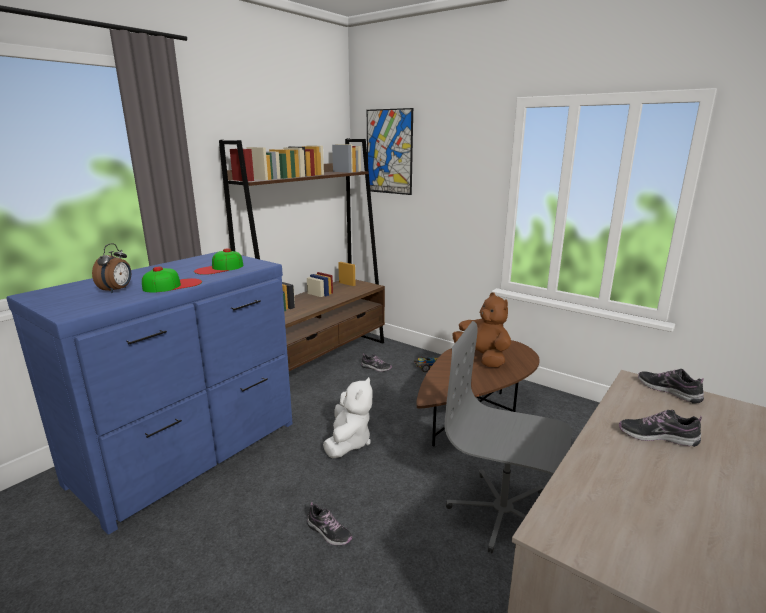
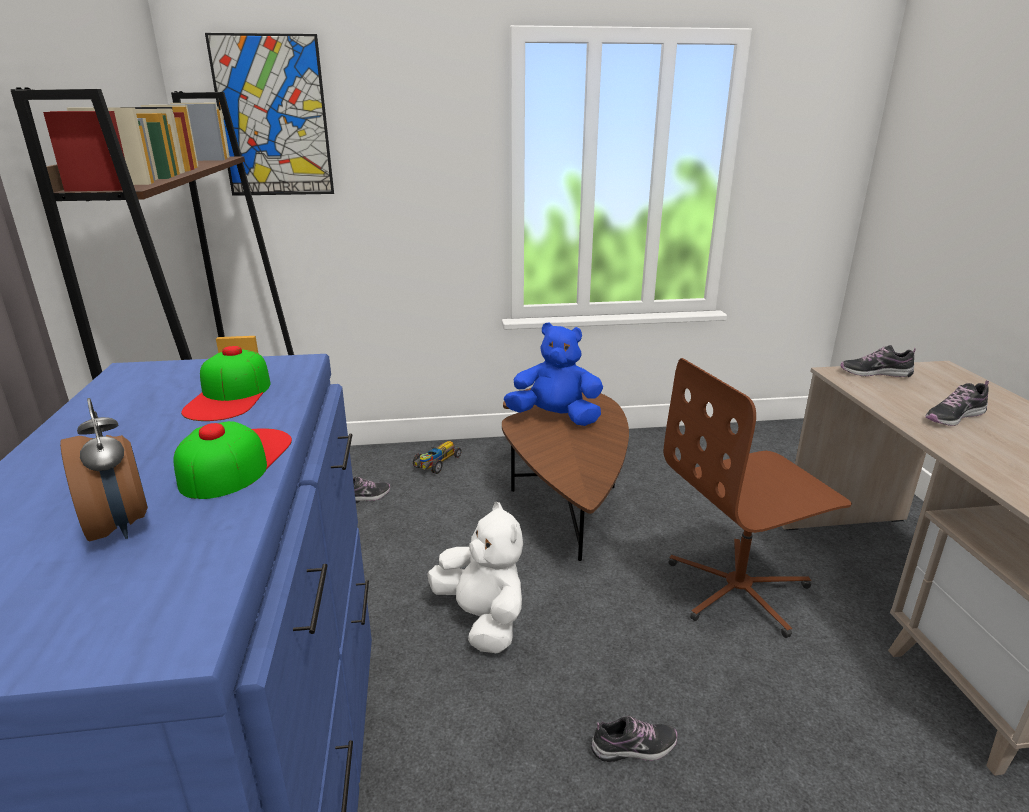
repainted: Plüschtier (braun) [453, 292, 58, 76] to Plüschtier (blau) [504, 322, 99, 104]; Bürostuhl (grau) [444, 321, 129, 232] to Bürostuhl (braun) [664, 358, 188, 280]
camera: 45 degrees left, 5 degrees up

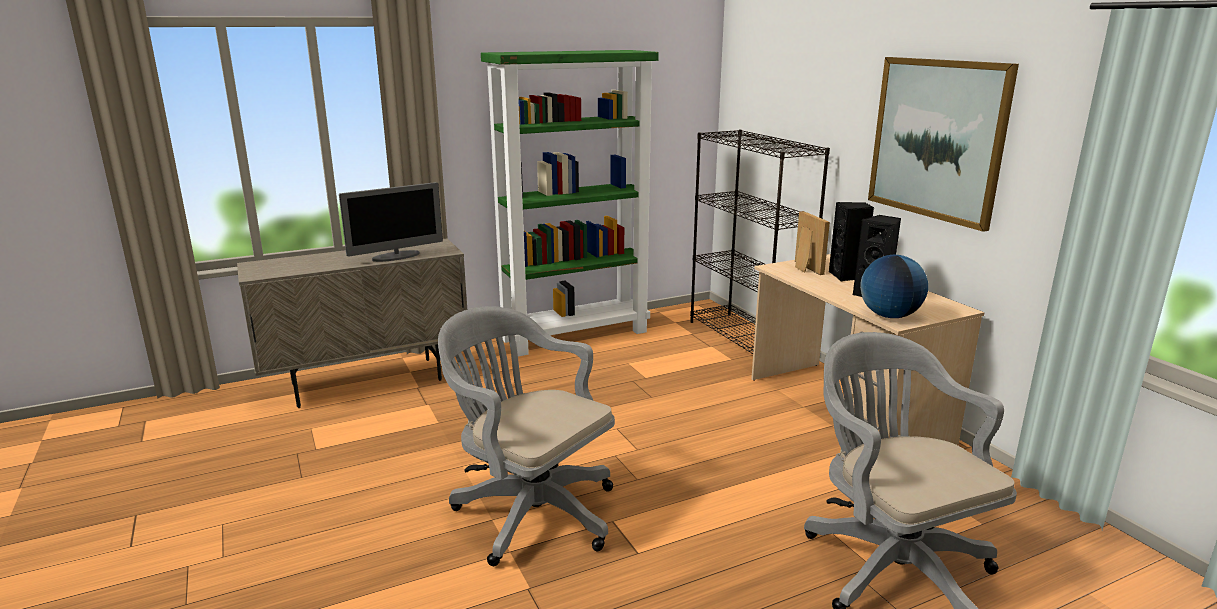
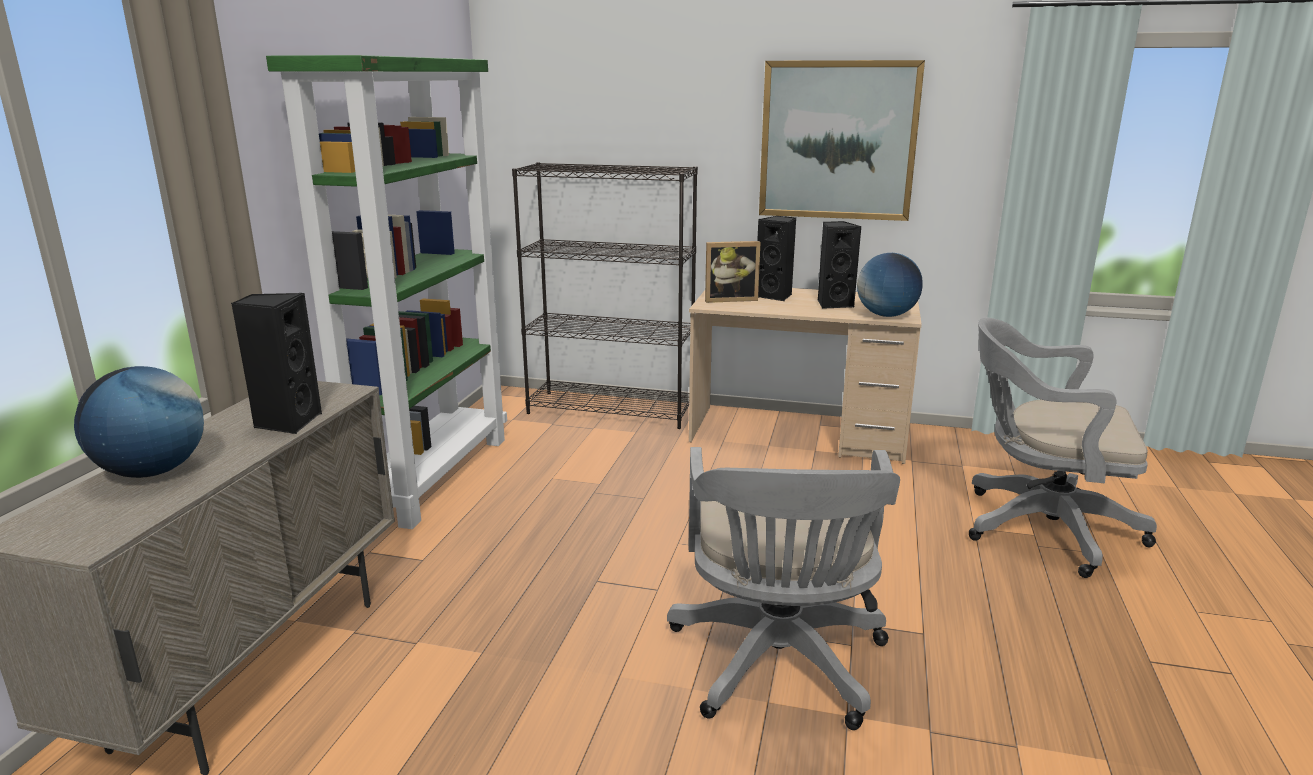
new: Globus [74, 366, 130, 112]
swapped: Monitor [339, 182, 104, 80] to Lautsprecher (schwarz) [231, 293, 91, 141]
rotated: Bürostuhl (grau) [438, 306, 177, 260] = [667, 447, 233, 283] 75 degrees counterclockwise; Bilderrahmen [795, 211, 35, 64] = [705, 241, 55, 62] 150 degrees clockwise
camera: 50 degrees left, 0 degrees up

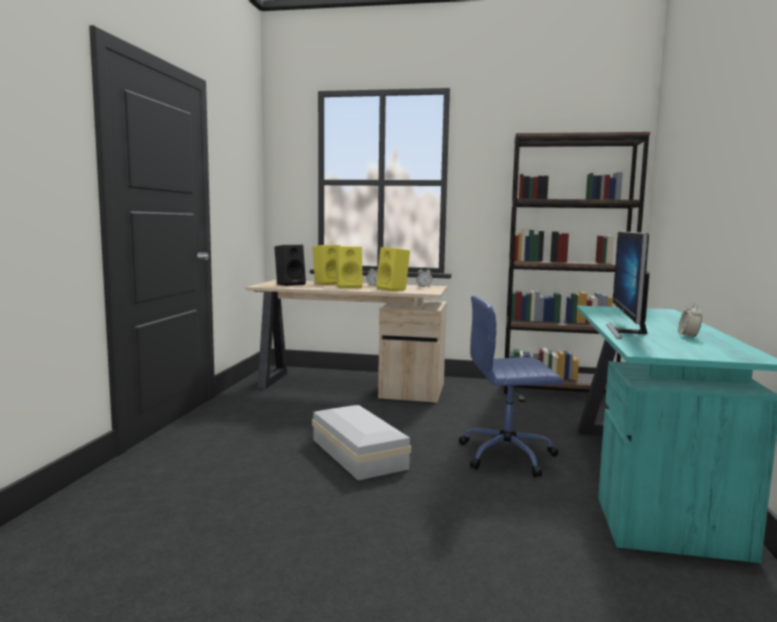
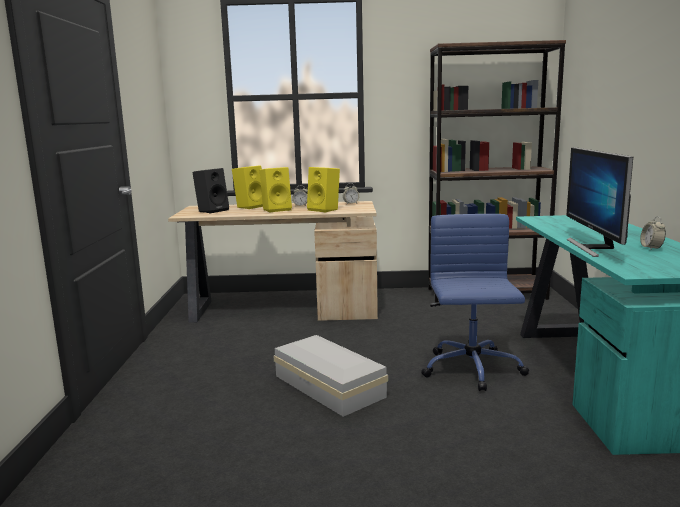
rotated: Bürostuhl (blau) [459, 296, 104, 181] = [421, 214, 108, 177] 105 degrees clockwise
camera: 10 degrees left, 5 degrees up

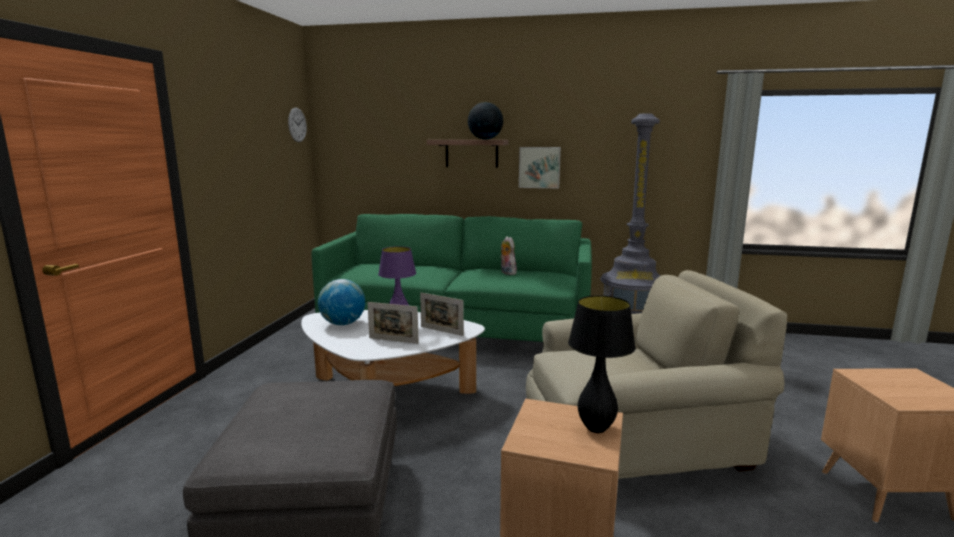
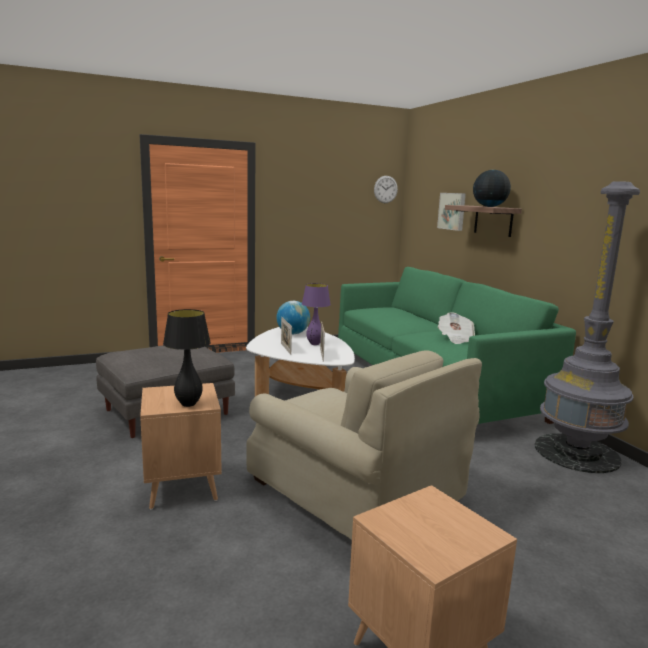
shifted: Bild [519, 147, 42, 42] to [437, 193, 29, 38]
swapped: Plüschtier [500, 236, 17, 39] to Zeitung [438, 312, 37, 32]
camera: 55 degrees right, 0 degrees up

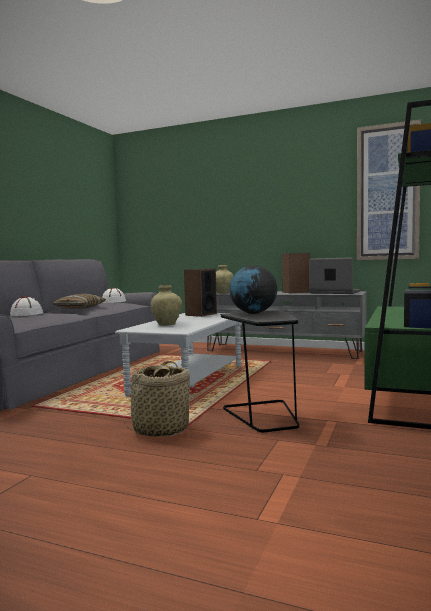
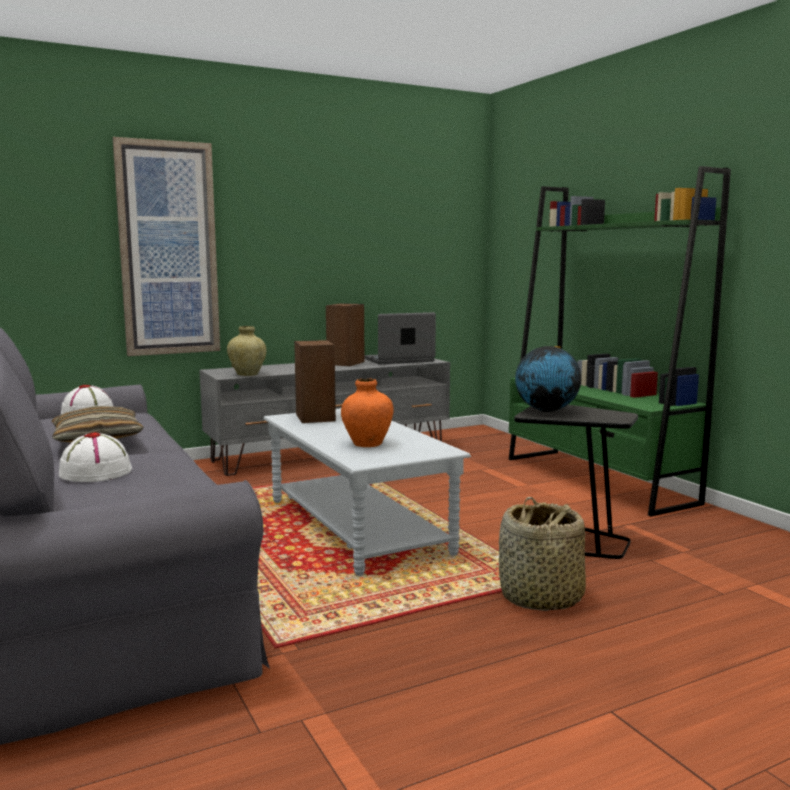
shifted: Bild [357, 119, 64, 141] to [113, 137, 107, 219]
repainted: Vase (beige) [150, 285, 32, 41] to Vase (orange) [341, 379, 53, 68]
camera: 50 degrees left, 5 degrees up

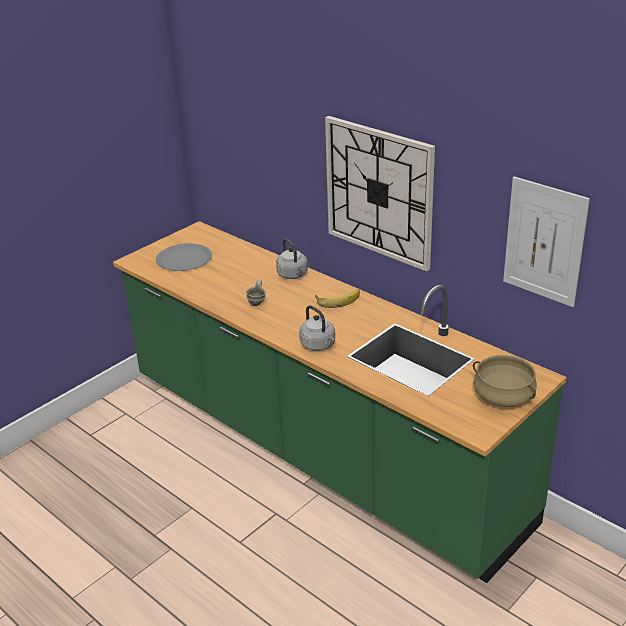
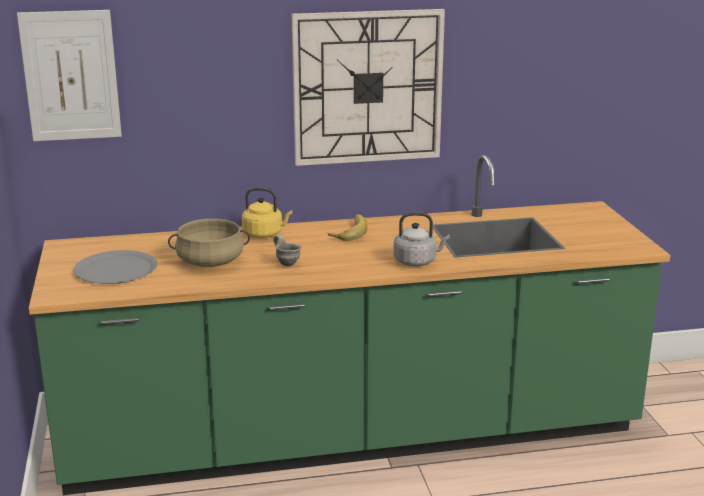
shifted: Bild [503, 177, 87, 130] to [17, 10, 105, 131]; Kochtopf (beige) [473, 355, 64, 52] to [168, 219, 82, 48]
repainted: Wasserkessel (grau) [276, 238, 32, 41] to Wasserkessel (gelb) [242, 187, 50, 51]
camera: 55 degrees left, 10 degrees down

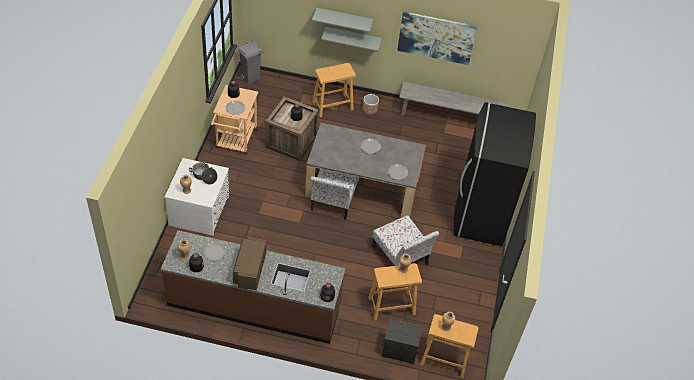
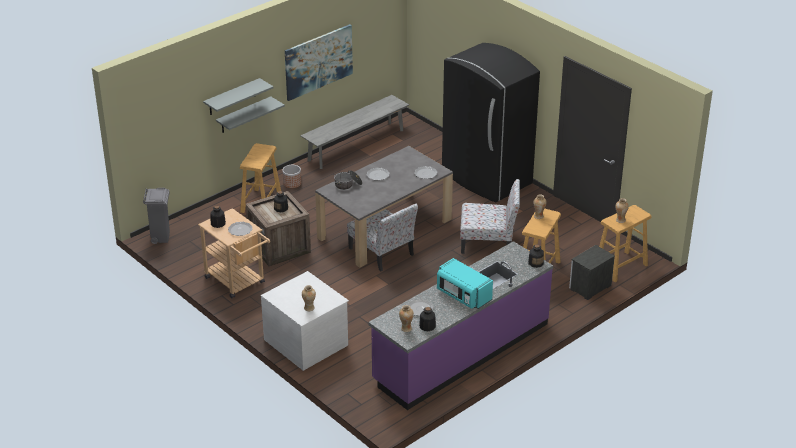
shifted: Kochtopf [189, 162, 29, 23] to [334, 170, 28, 20]
repainted: Küchenzeile (braun) [161, 230, 184, 114] to Küchenzeile (lila) [368, 241, 185, 169]; Mikrowelle (braun) [233, 237, 33, 53] to Mikrowelle (türkis) [437, 258, 56, 51]
camera: 50 degrees left, 15 degrees down

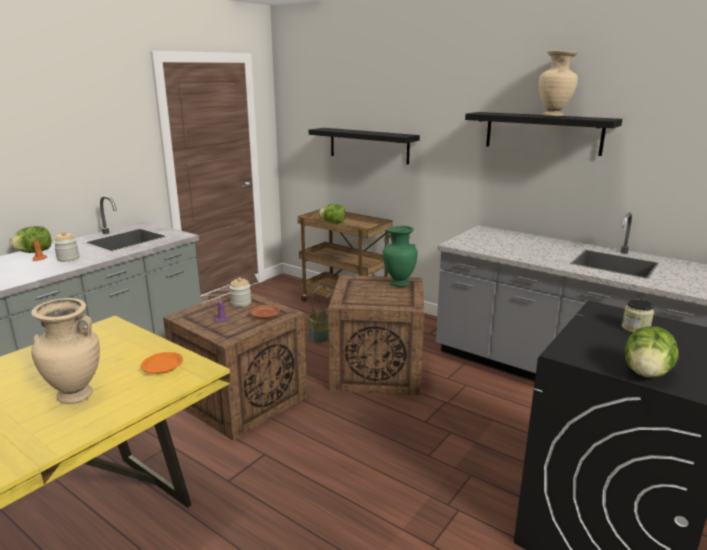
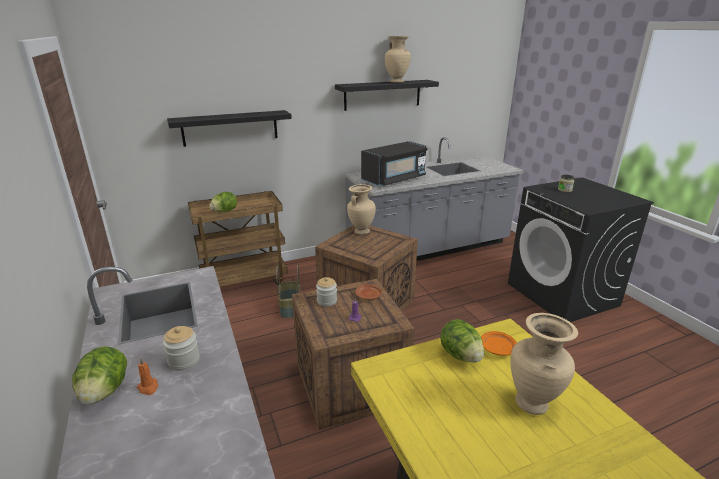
new: Mikrowelle (schwarz) [361, 141, 66, 45]
shifted: Salatkopf [625, 326, 54, 52] to [440, 319, 44, 44]
repainted: Vase (grün) [383, 226, 35, 61] to Vase (beige) [347, 184, 29, 51]
camera: 60 degrees left, 5 degrees up

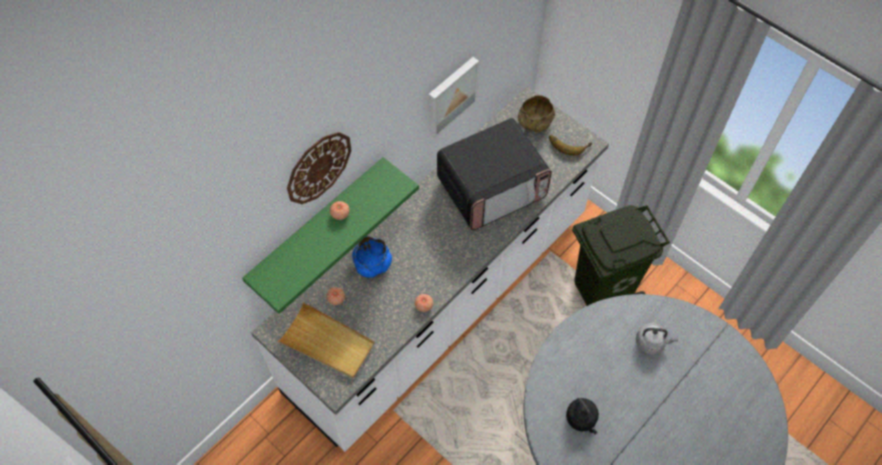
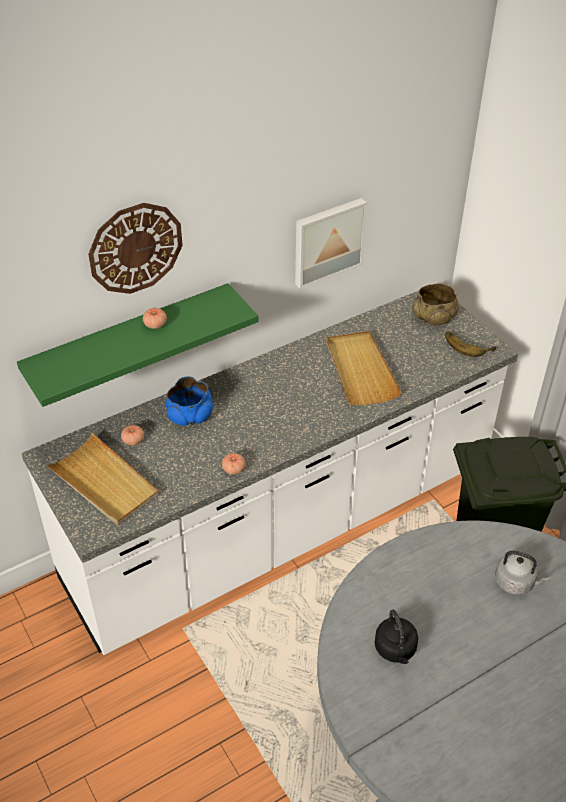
swapped: Mikrowelle [437, 118, 115, 112] to Tablett (beige) [326, 331, 76, 75]
camera: 15 degrees right, 15 degrees down

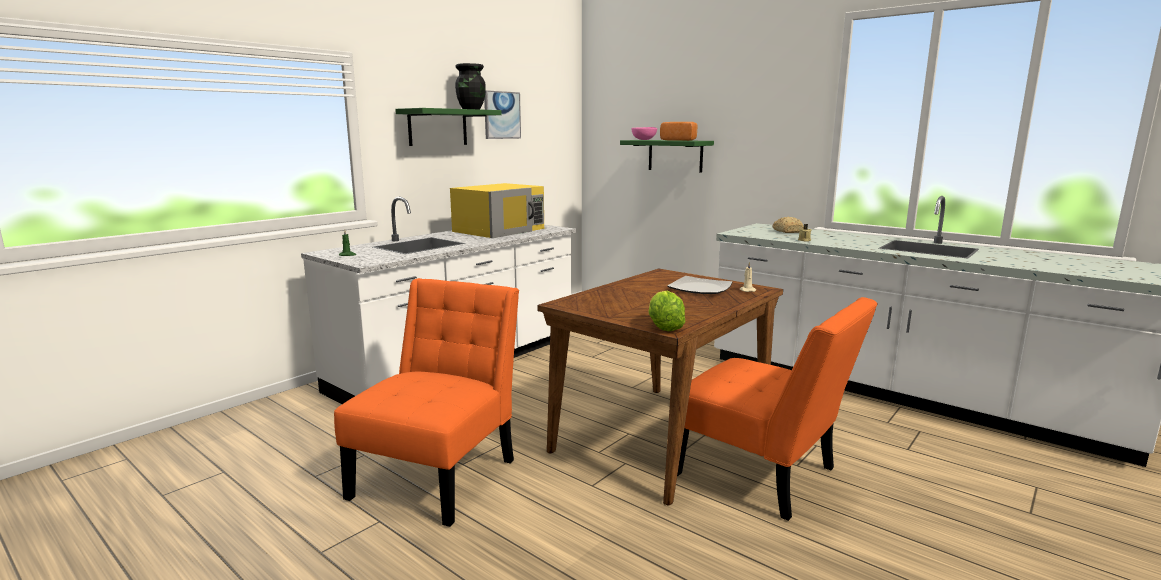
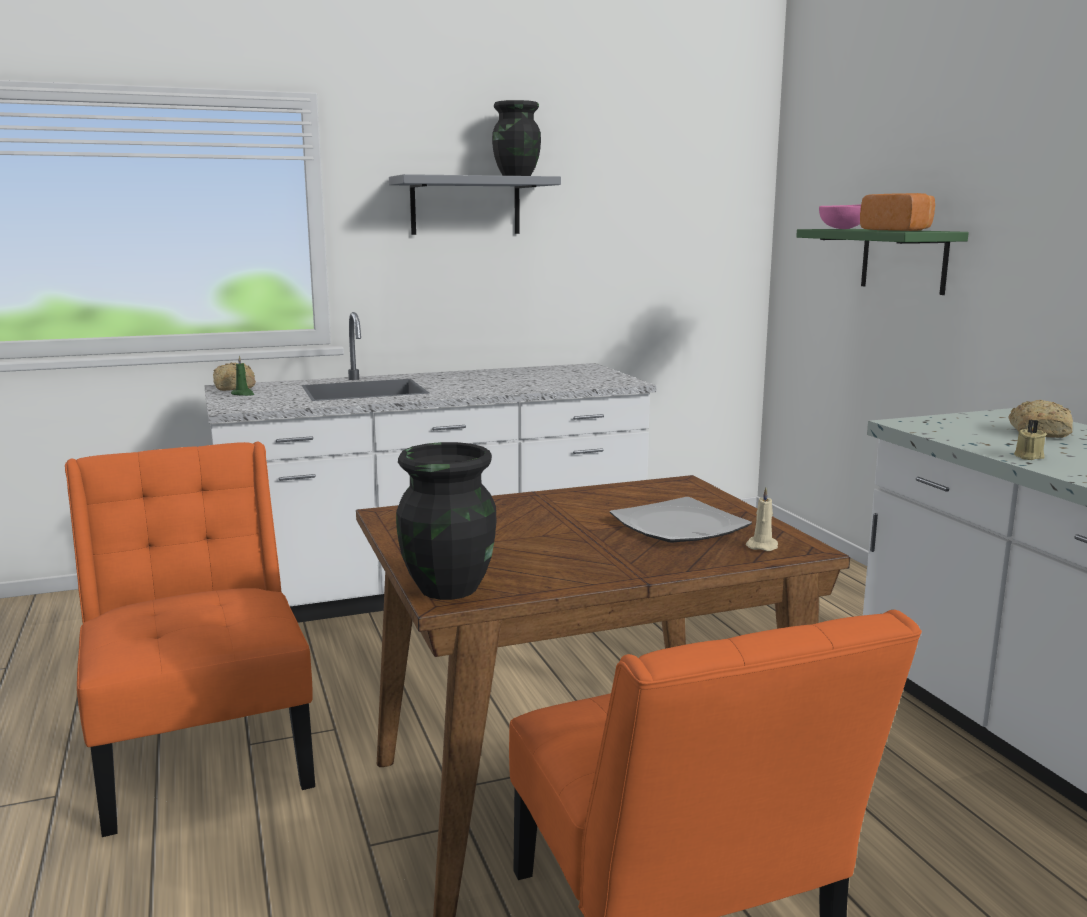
gone: Mikrowelle (gelb) [450, 183, 94, 55]; Bild [484, 90, 37, 49]
new: Brot [213, 363, 43, 28]
swapped: Salatkopf [648, 291, 37, 40] to Vase (schwarz) [396, 442, 100, 158]
repainted: Wandregal (grün) [395, 108, 107, 38] to Wandregal (grau) [389, 174, 172, 61]
rotated: Stuhl (orange) [334, 278, 185, 249] = [65, 441, 250, 396] 75 degrees counterclockwise
camera: 30 degrees right, 0 degrees up

